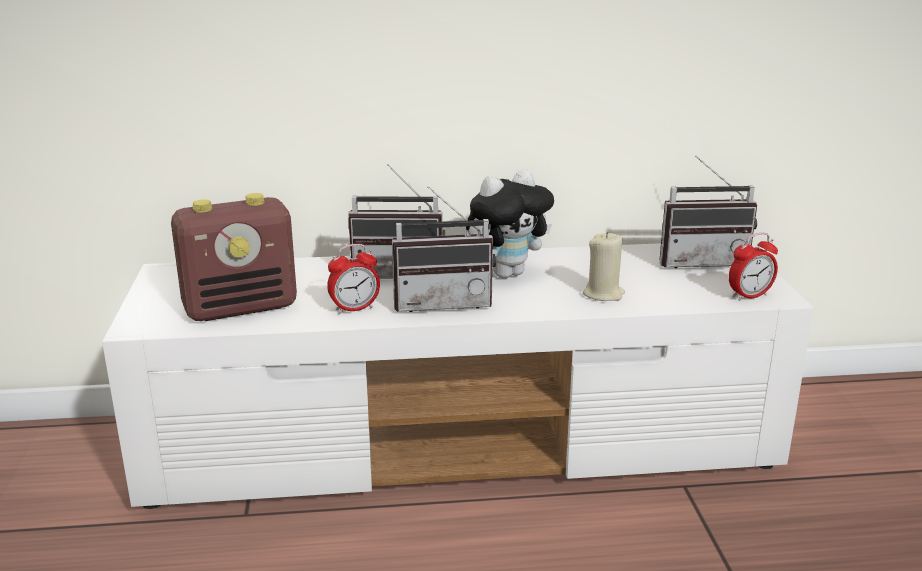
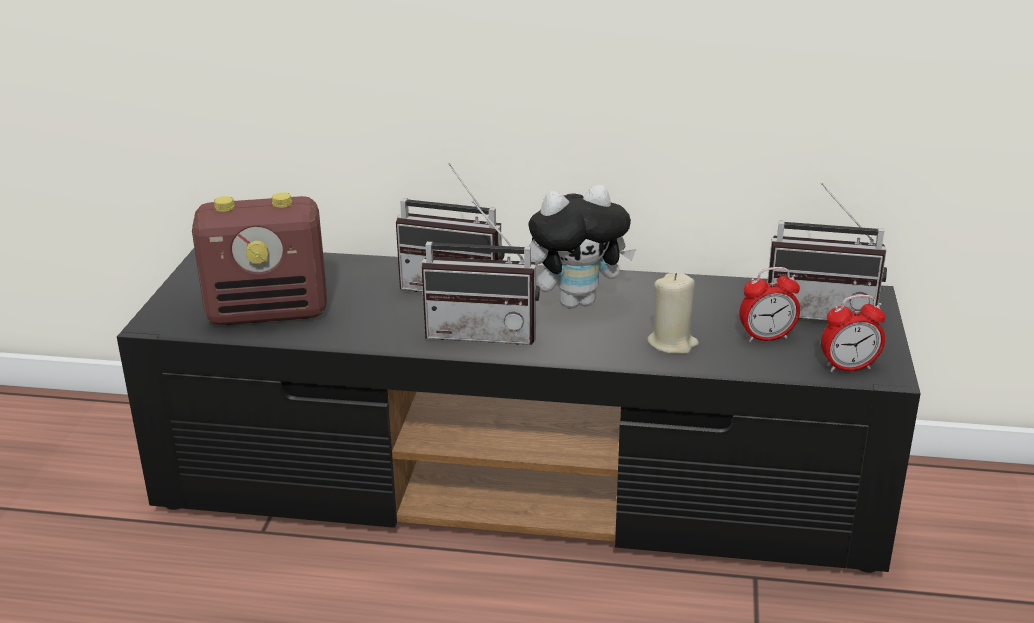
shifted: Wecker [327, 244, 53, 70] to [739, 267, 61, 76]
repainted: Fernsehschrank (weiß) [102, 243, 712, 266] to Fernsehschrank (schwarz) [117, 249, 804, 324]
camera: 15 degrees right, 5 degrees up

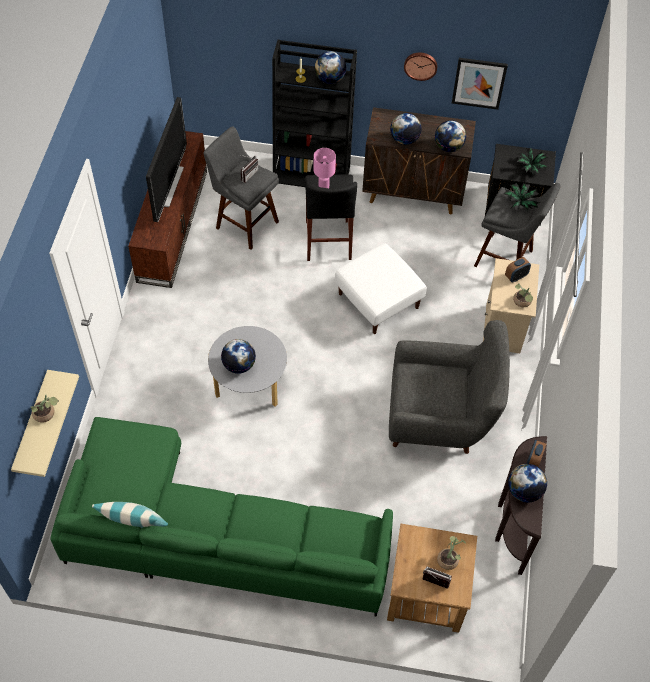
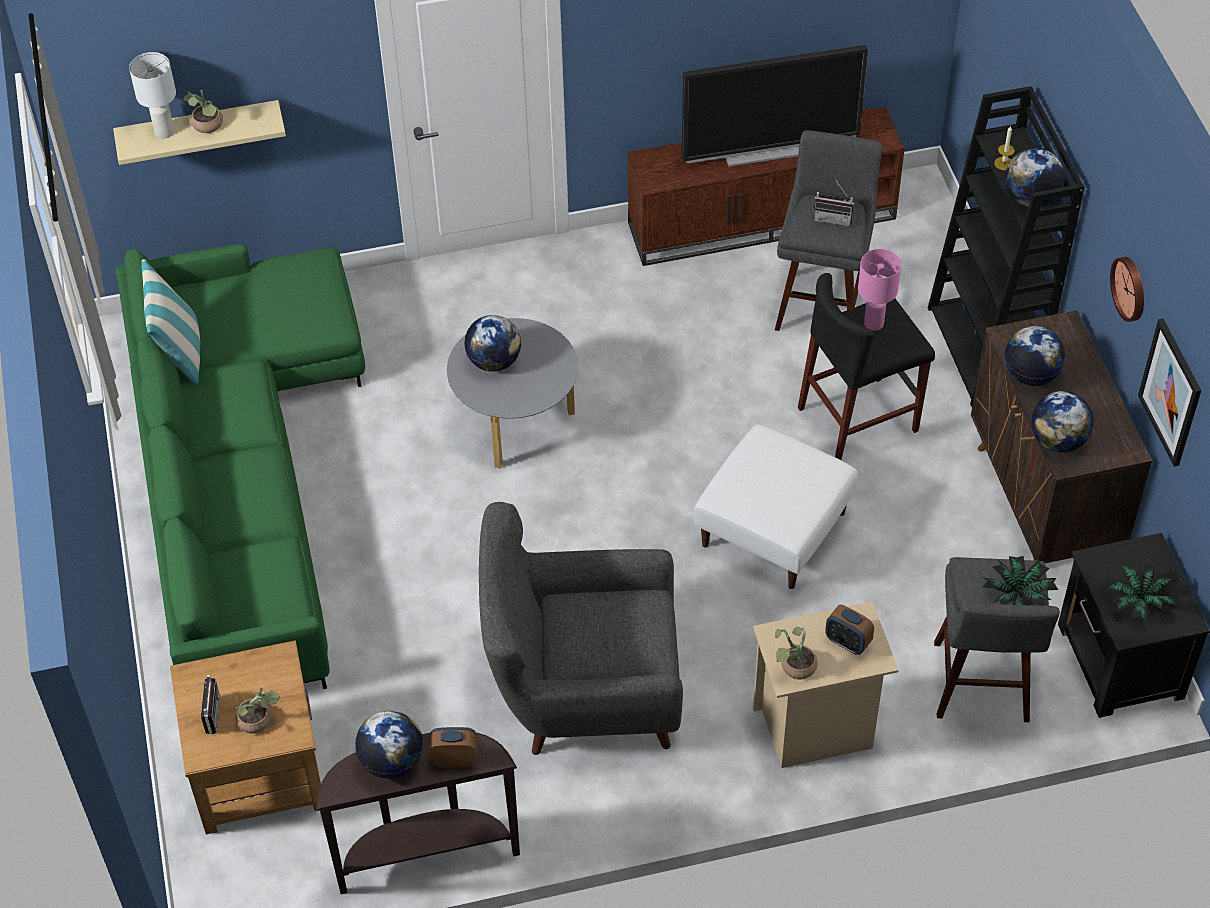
new: Tischlampe (weiß) [129, 52, 47, 87]
rotated: Sessel (grau) [389, 320, 121, 134] = [479, 502, 204, 253] 105 degrees clockwise
camera: 70 degrees right, 5 degrees down

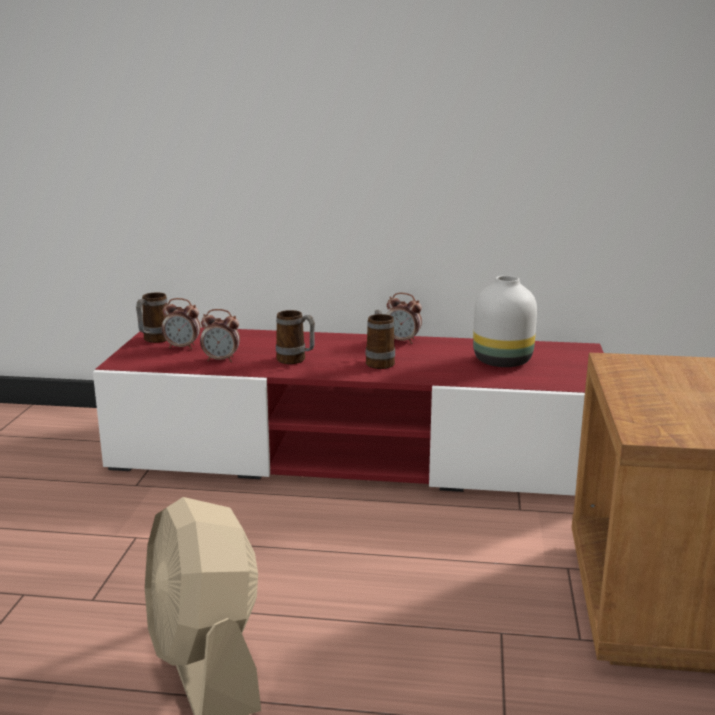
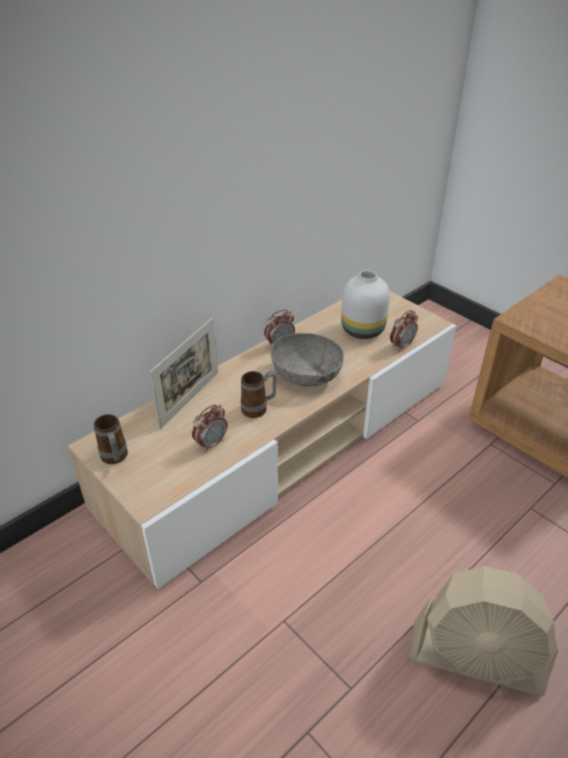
new: Bilderrahmen [150, 317, 68, 112]
shifted: Wecker [162, 298, 39, 52] to [390, 310, 28, 42]
swapped: Henkelbecher [365, 310, 30, 59] to Schüssel (grau) [271, 333, 73, 53]
repainted: Fernsehschrank (rot) [93, 328, 511, 168] to Fernsehschrank (beige) [68, 291, 388, 298]
camera: 50 degrees left, 20 degrees up

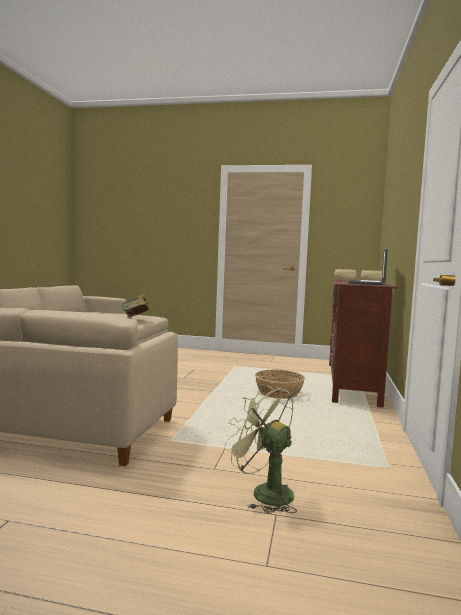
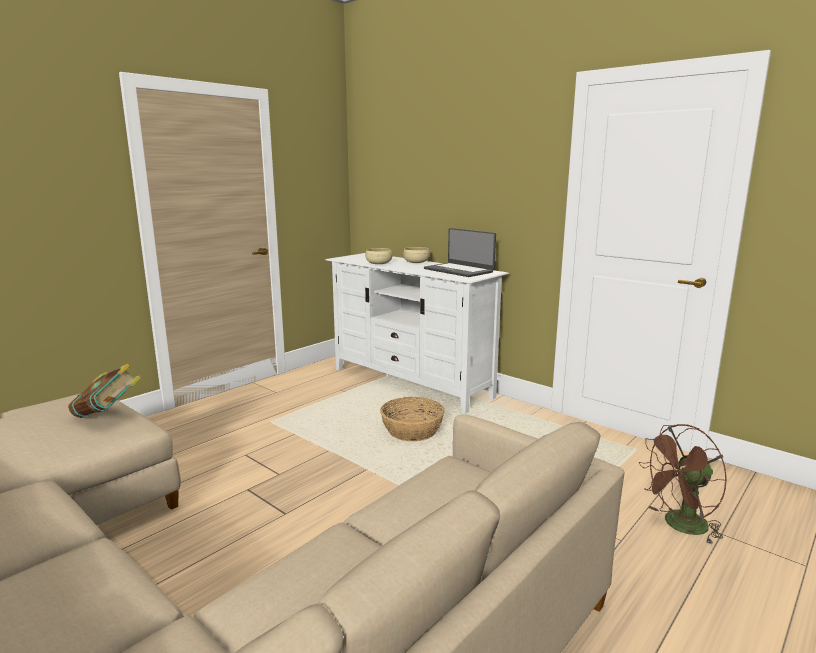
repainted: Fernsehschrank (braun) [329, 279, 69, 129] to Fernsehschrank (weiß) [326, 253, 183, 161]; Ventilator (grün) [224, 384, 73, 130] to Ventilator (braun) [639, 424, 88, 121]
camera: 60 degrees left, 10 degrees up

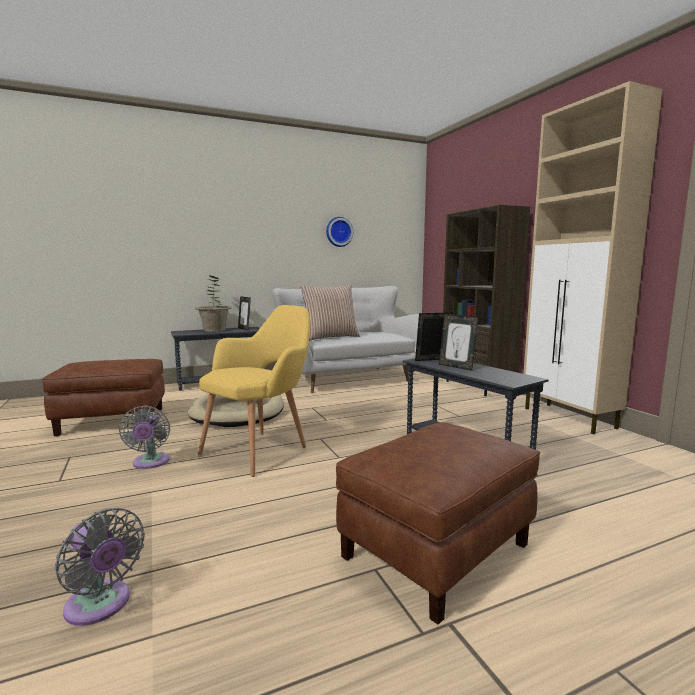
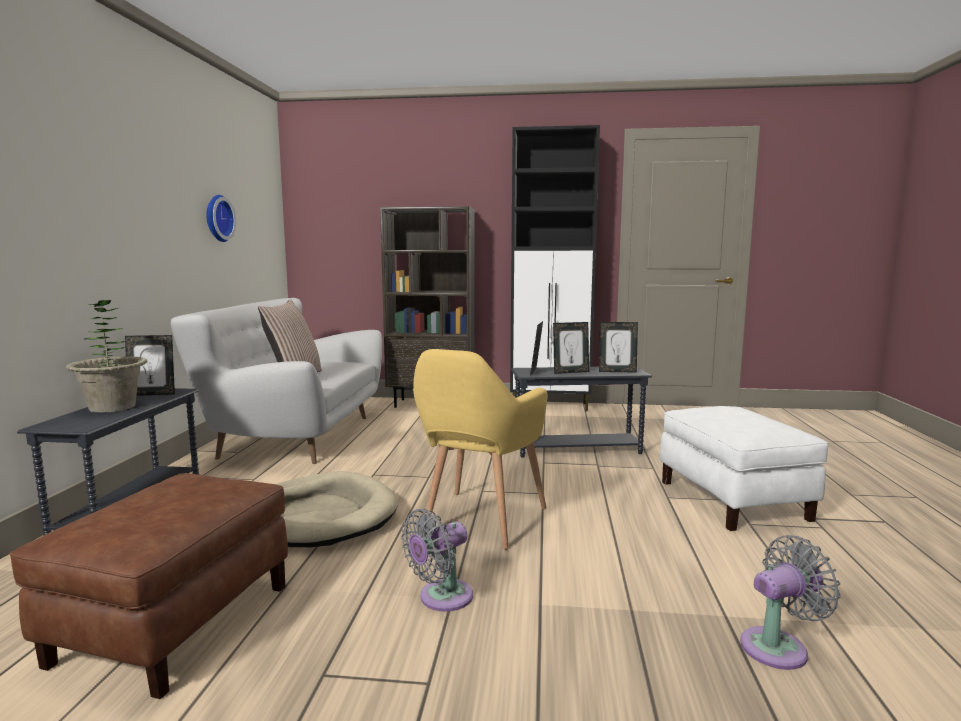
new: Bilderrahmen [599, 322, 39, 51]
repainted: Schrank (beige) [524, 81, 138, 353] to Schrank (schwarz) [510, 125, 90, 286]; Polsterhocker (braun) [336, 422, 204, 202] to Polsterhocker (weiß) [660, 406, 168, 125]
rotated: Ventilator (grau) [118, 406, 52, 63] = [401, 509, 72, 103] 120 degrees clockwise; Sessel (gelb) [198, 305, 112, 172] = [413, 349, 134, 200] 135 degrees counterclockwise
camera: 60 degrees left, 0 degrees up

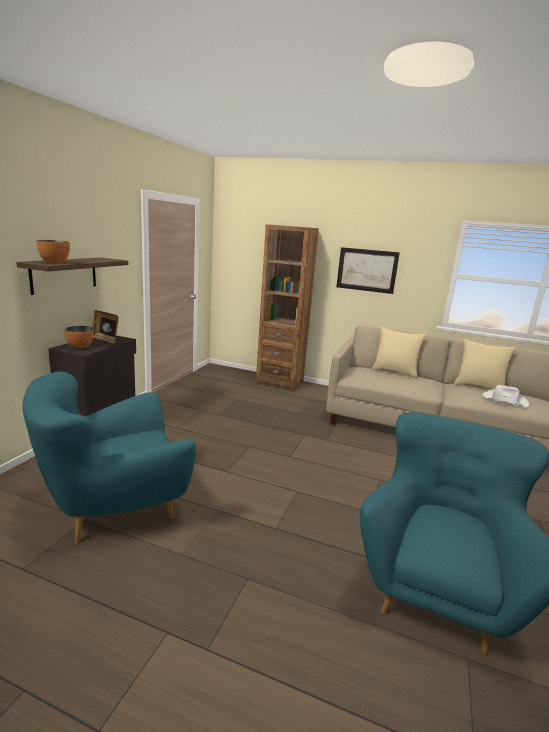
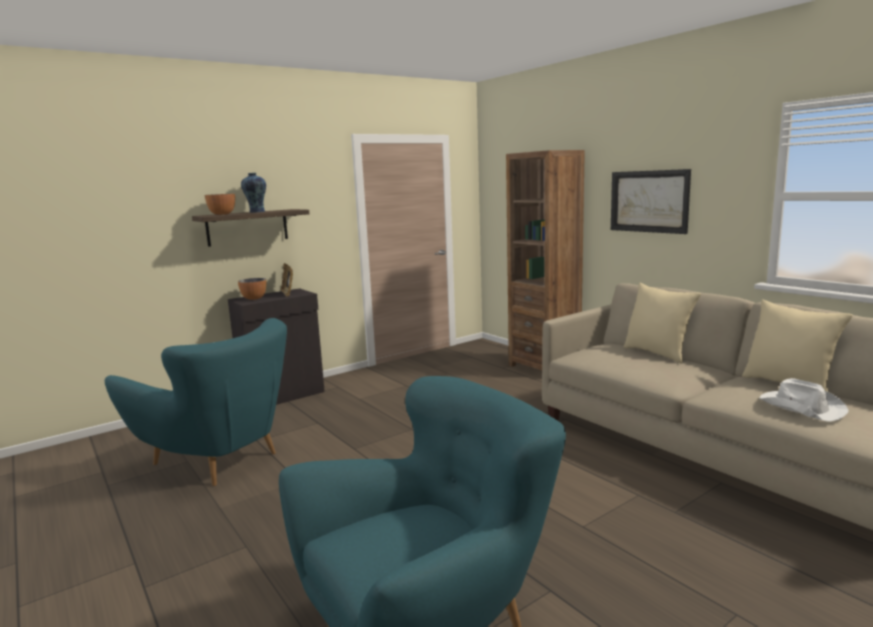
new: Vase [241, 173, 25, 40]
rotated: Sessel (türkis) [23, 372, 173, 172] = [105, 318, 182, 168] 150 degrees counterclockwise
camera: 35 degrees right, 5 degrees down

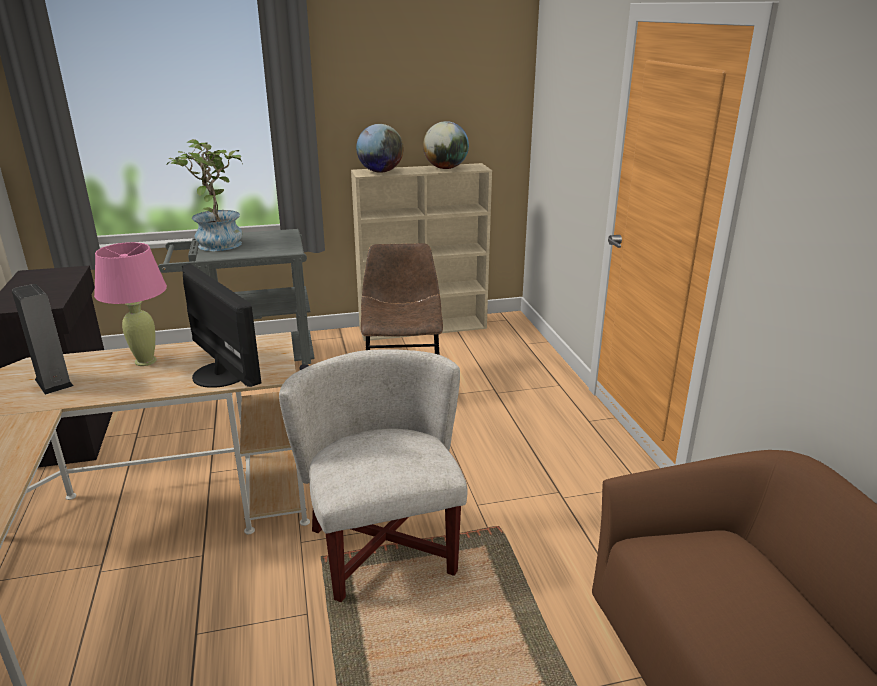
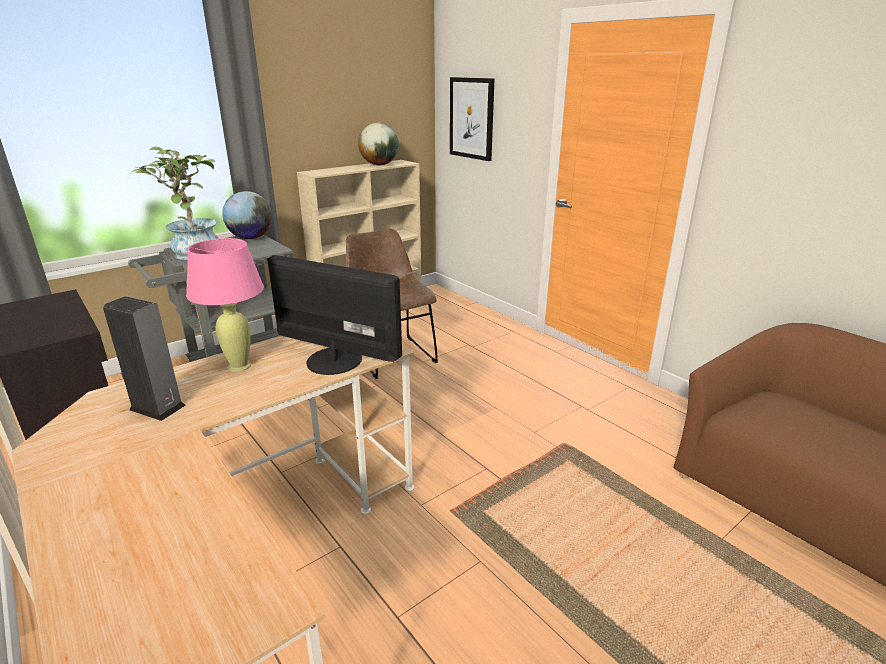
gone: Sessel (weiß) [279, 349, 189, 253]
new: Bild [450, 77, 45, 84]
shifted: Globus [356, 124, 47, 49] to [222, 191, 50, 48]
camera: 25 degrees left, 0 degrees up

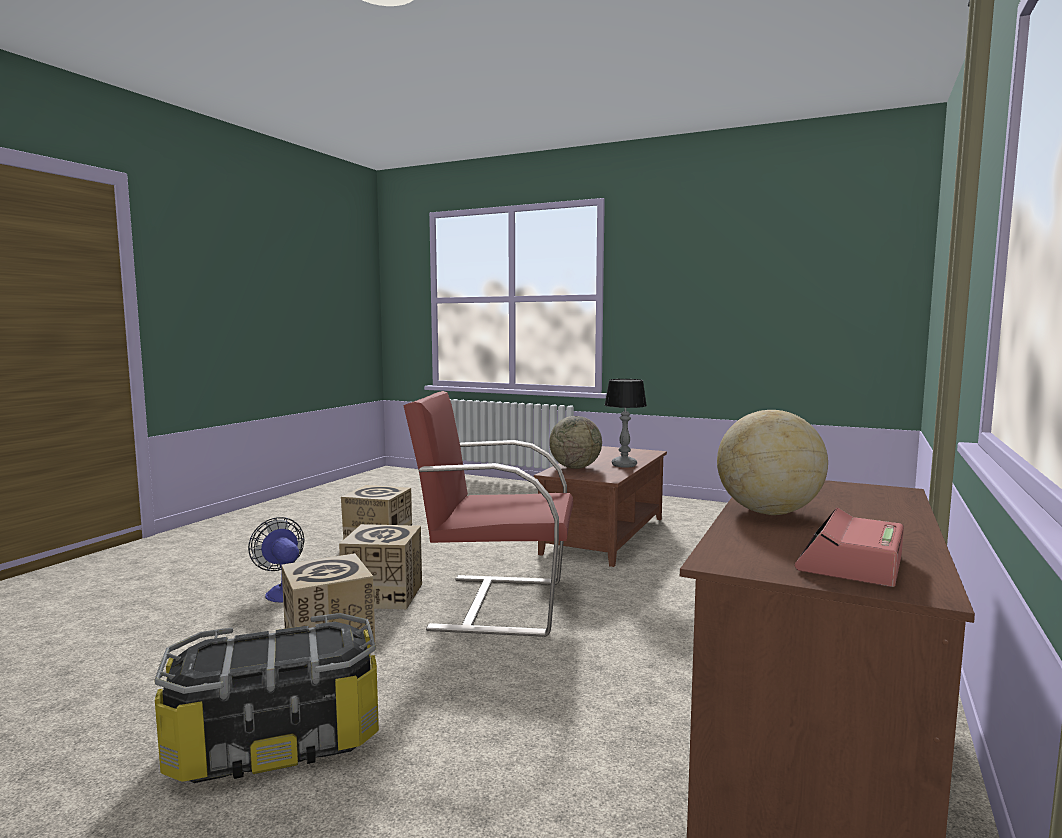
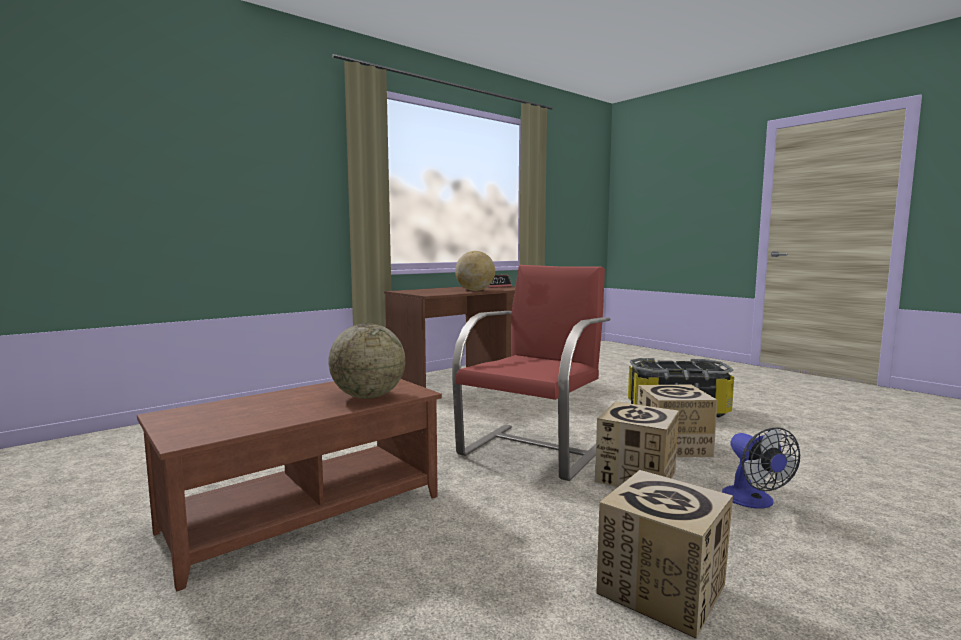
gone: Tischlampe [605, 379, 42, 89]
rotated: Sessel (rot) [404, 391, 169, 246] = [452, 265, 158, 216] 90 degrees counterclockwise
camera: 155 degrees left, 0 degrees up

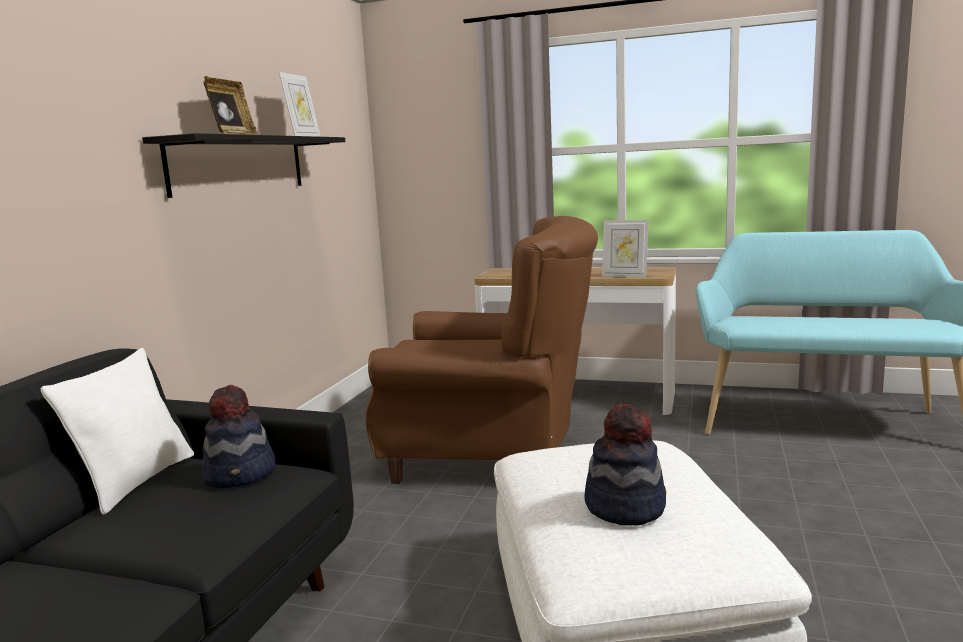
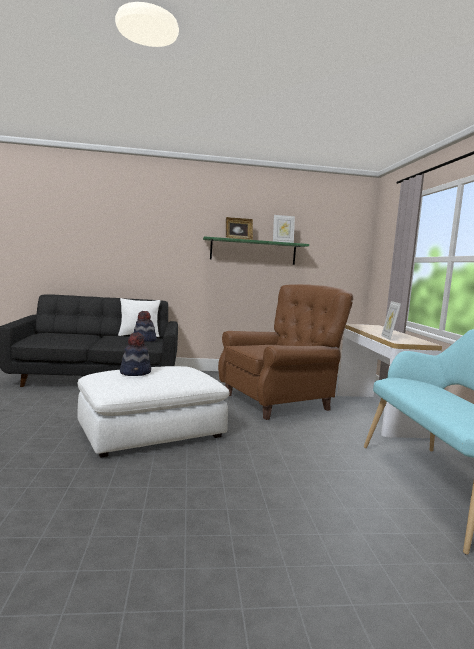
repainted: Wandregal (schwarz) [142, 133, 203, 65] to Wandregal (grün) [203, 236, 106, 29]
rotated: Sessel (braun) [366, 216, 232, 268] = [218, 284, 135, 136] 105 degrees counterclockwise
camera: 65 degrees right, 5 degrees down

